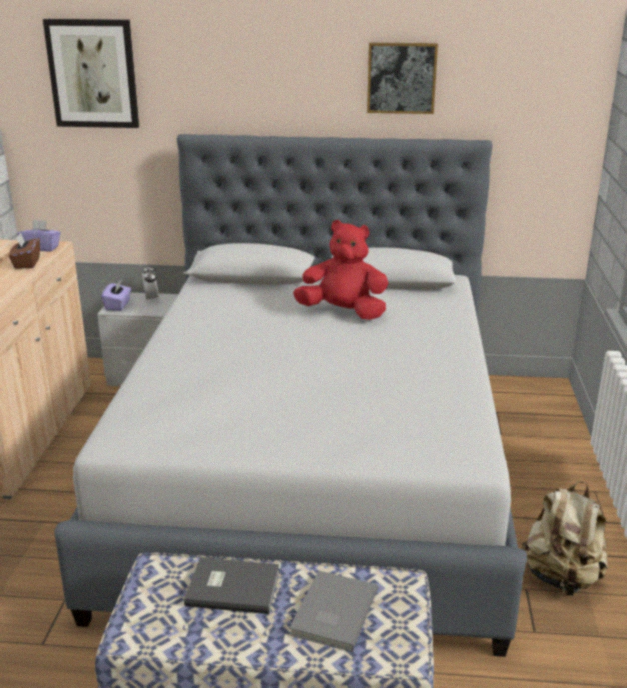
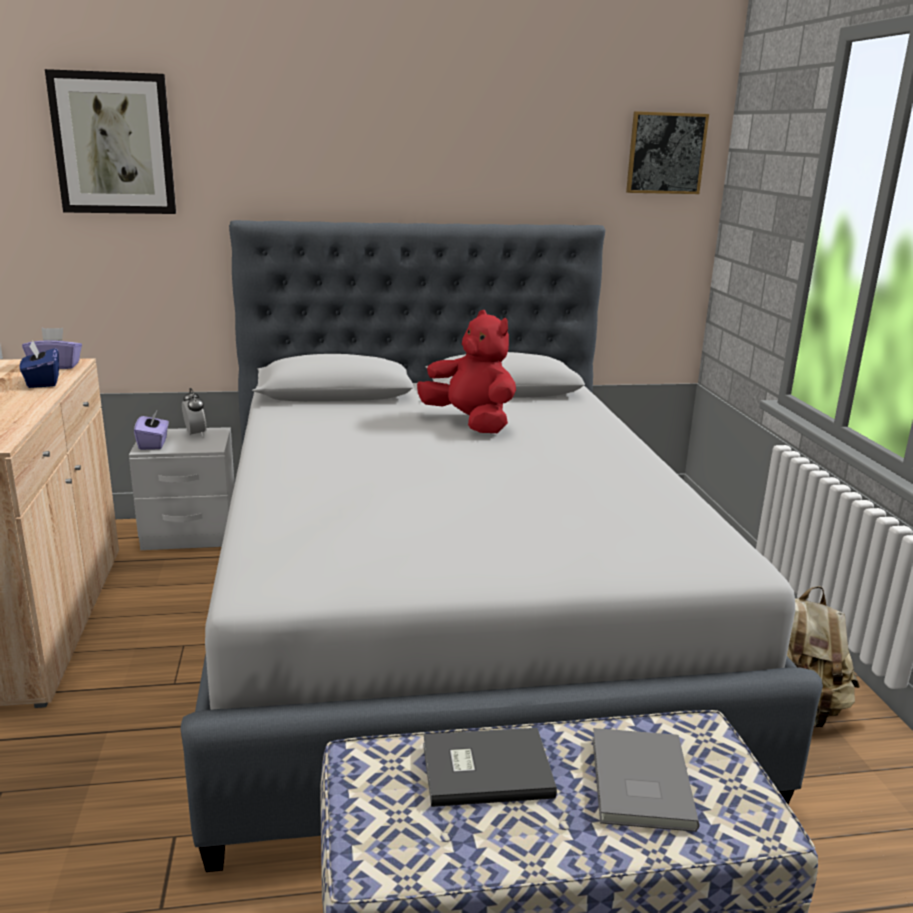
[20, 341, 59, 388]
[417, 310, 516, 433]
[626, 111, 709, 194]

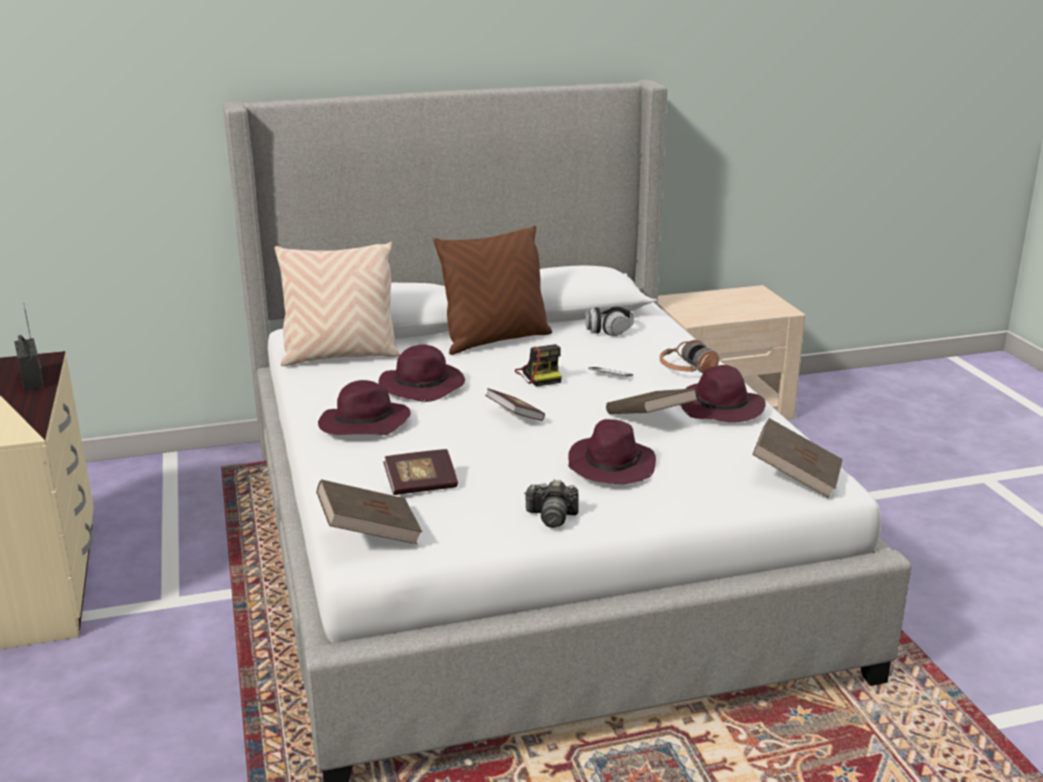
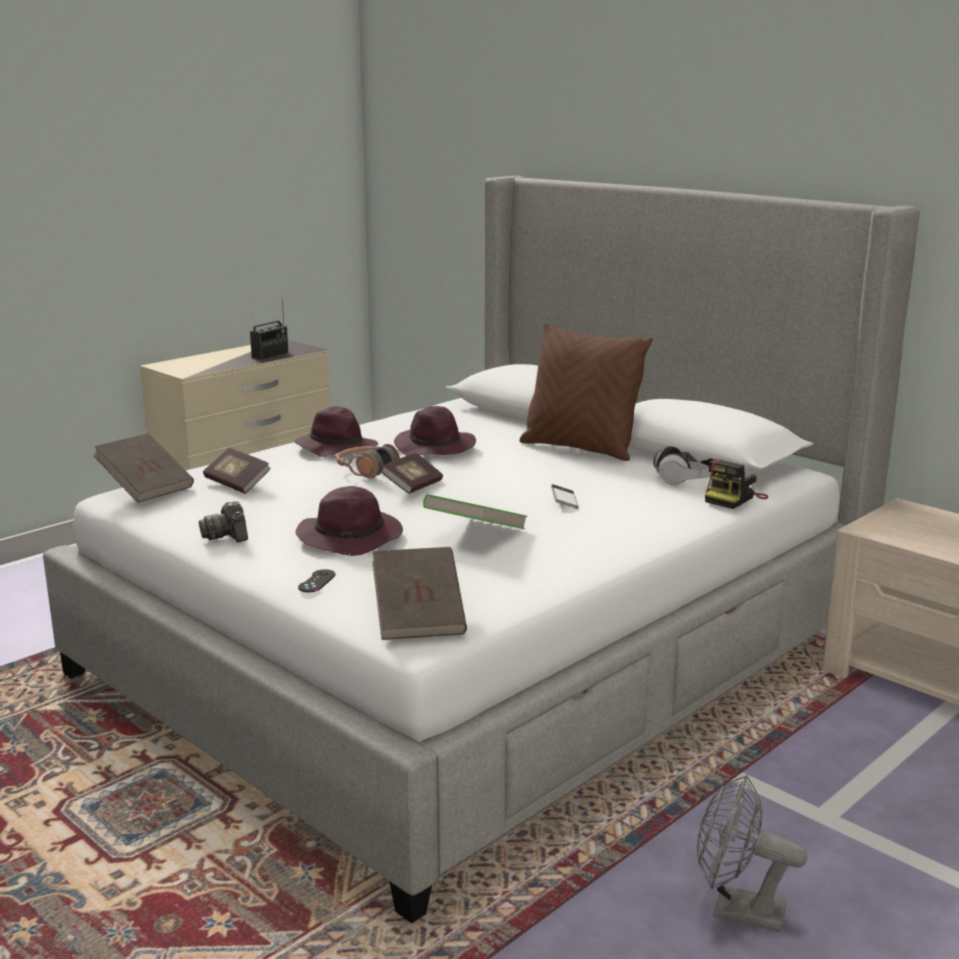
[275, 242, 400, 366] (first image)
[705, 459, 768, 509]
[423, 494, 528, 529]
[336, 444, 400, 478]
[681, 365, 766, 422] (first image)
[298, 569, 335, 592]
[697, 775, 807, 932]

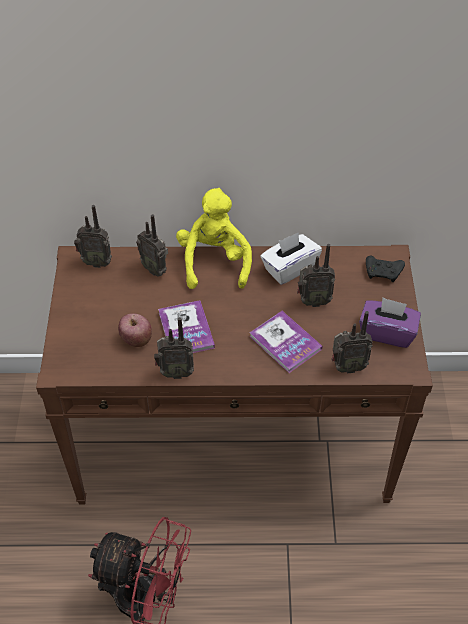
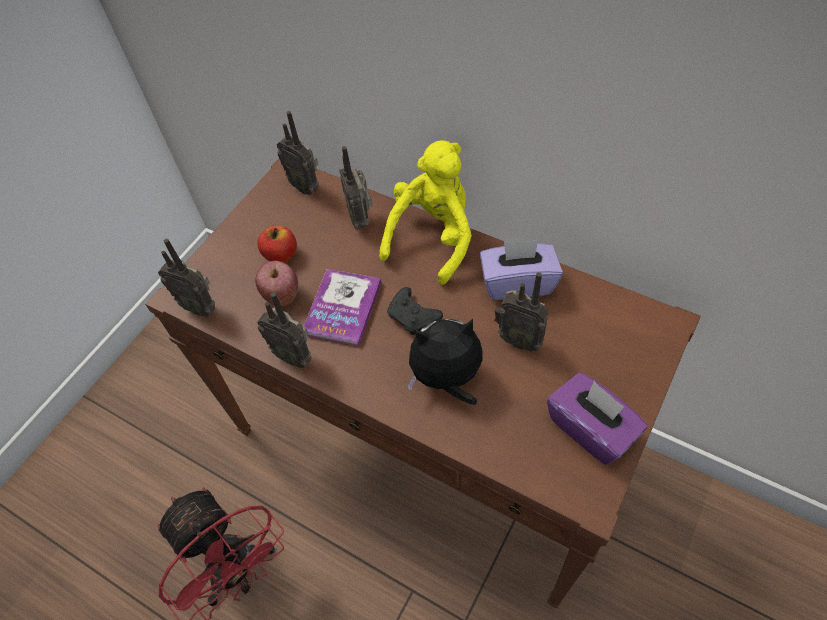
[407, 319, 482, 405]
[480, 240, 563, 300]
[158, 239, 215, 317]
[387, 287, 443, 335]
[258, 226, 297, 262]

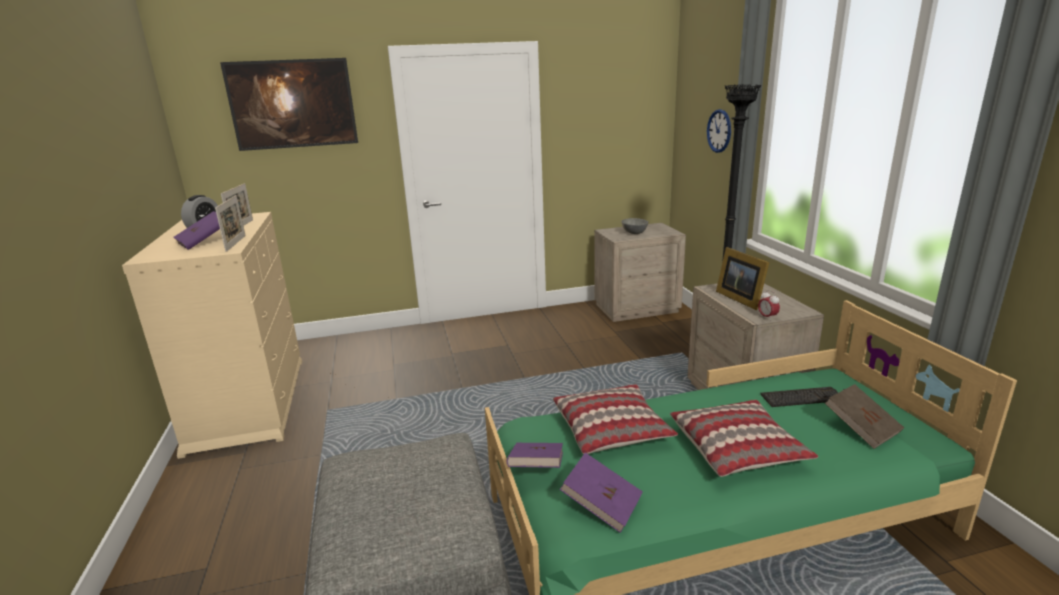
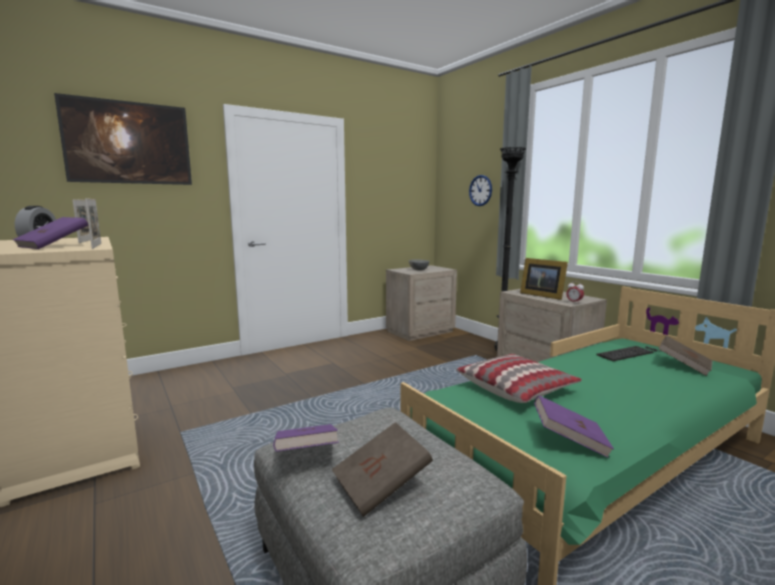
[273, 424, 339, 452]
[670, 400, 818, 477] (first image)
[332, 422, 433, 517]

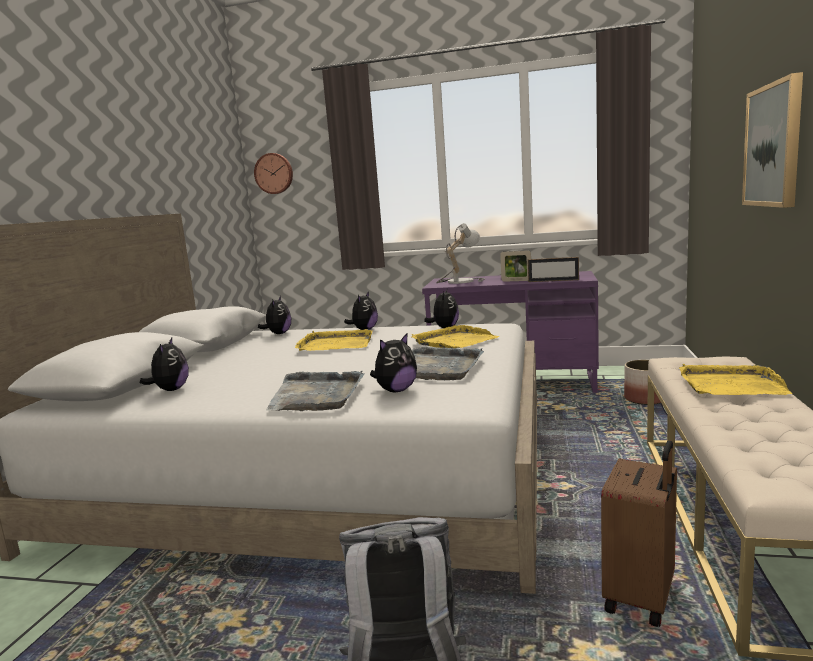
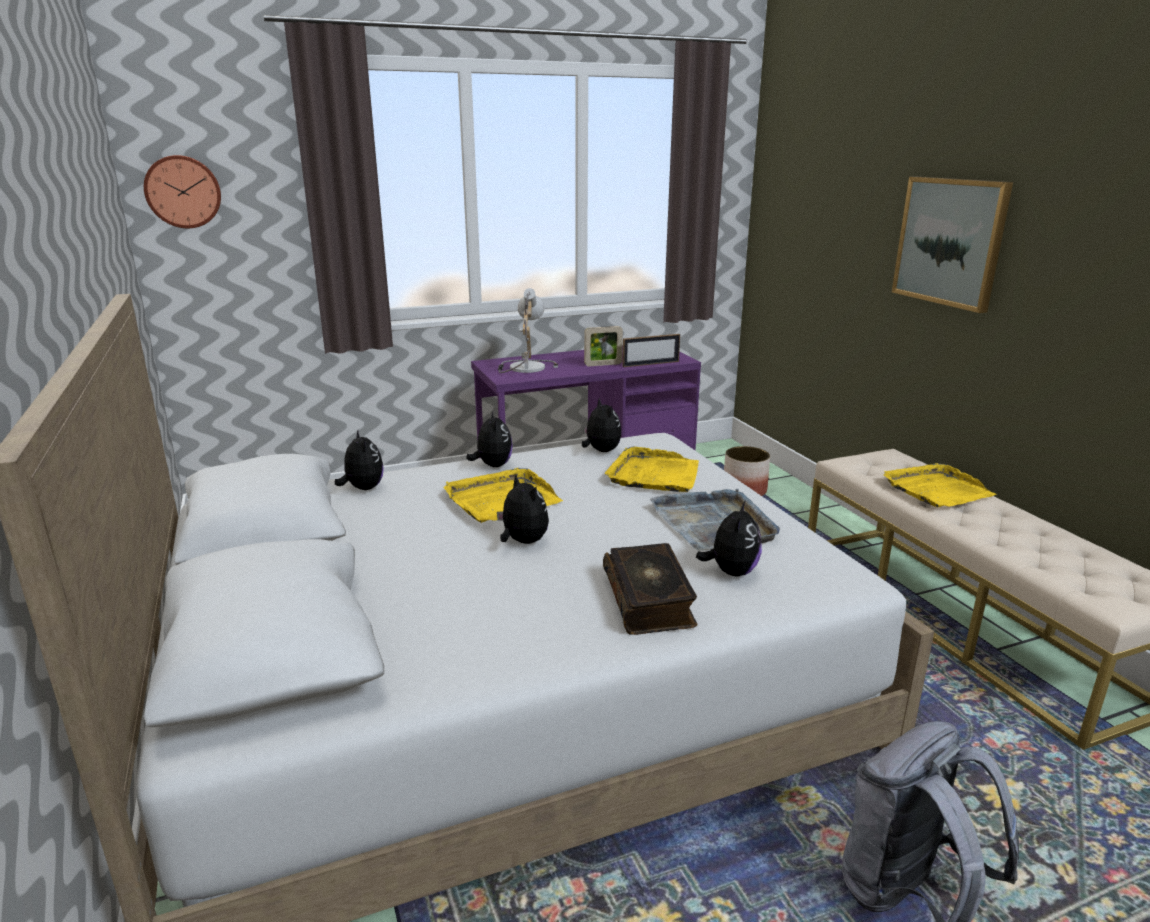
[497, 474, 549, 544]
[603, 543, 697, 635]
[601, 441, 677, 627] (first image)

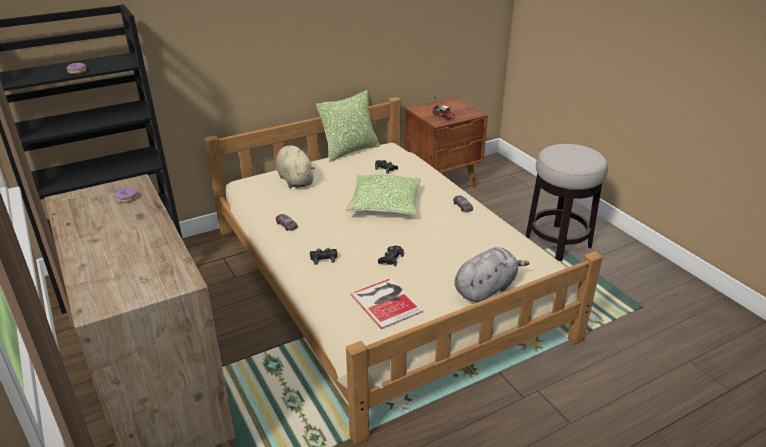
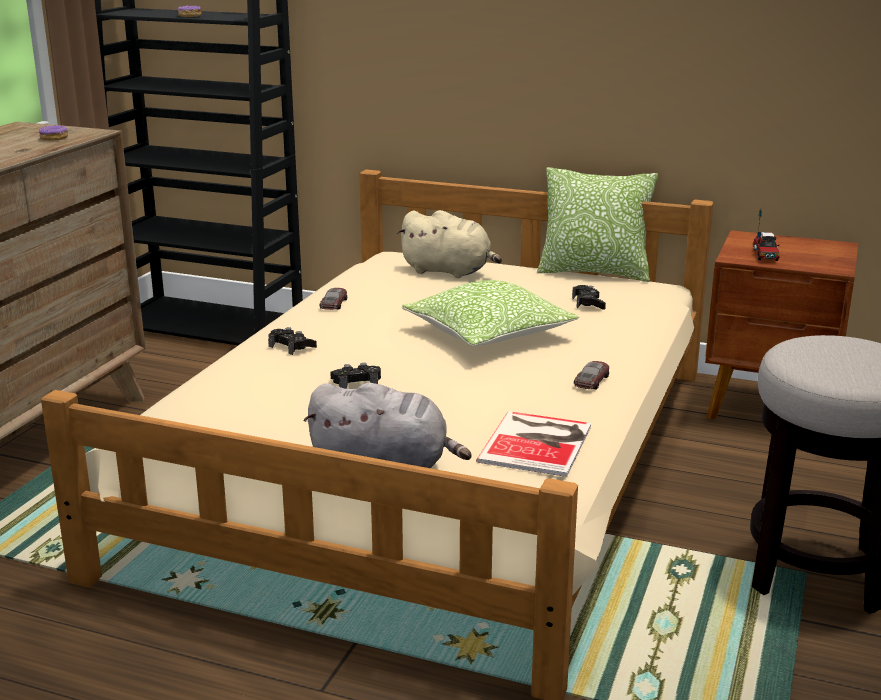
[397, 210, 502, 278]
[476, 411, 591, 477]

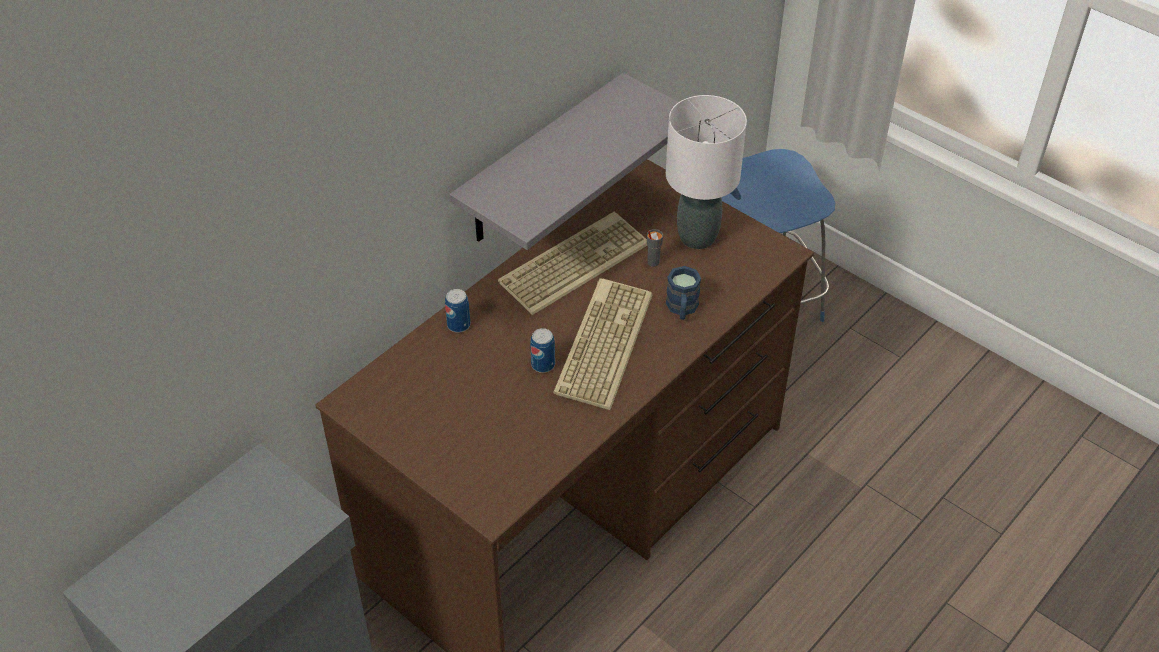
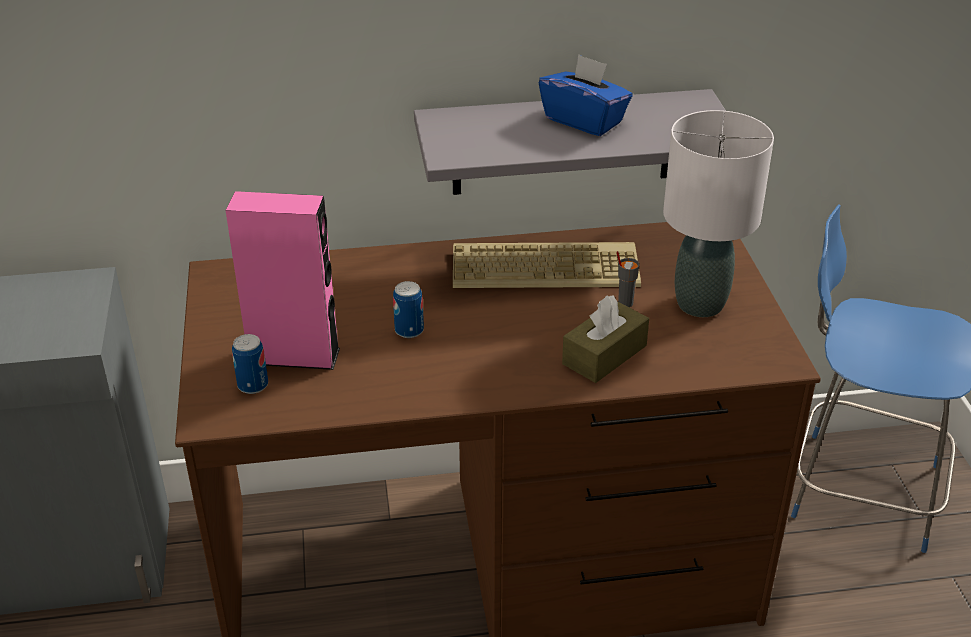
[232, 334, 268, 394]
[554, 278, 653, 410] (first image)
[562, 295, 649, 383]
[226, 191, 340, 370]
[539, 54, 632, 136]

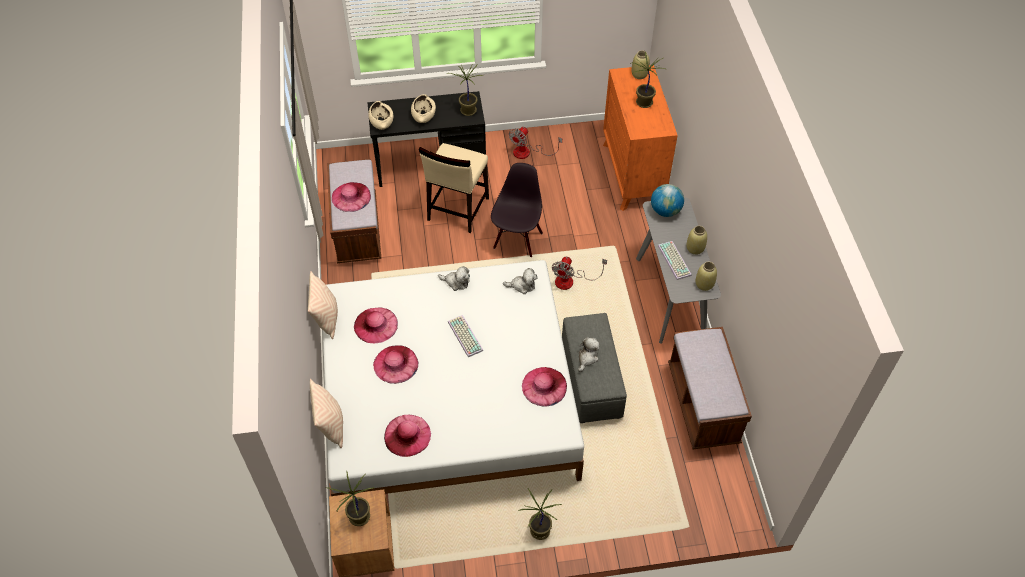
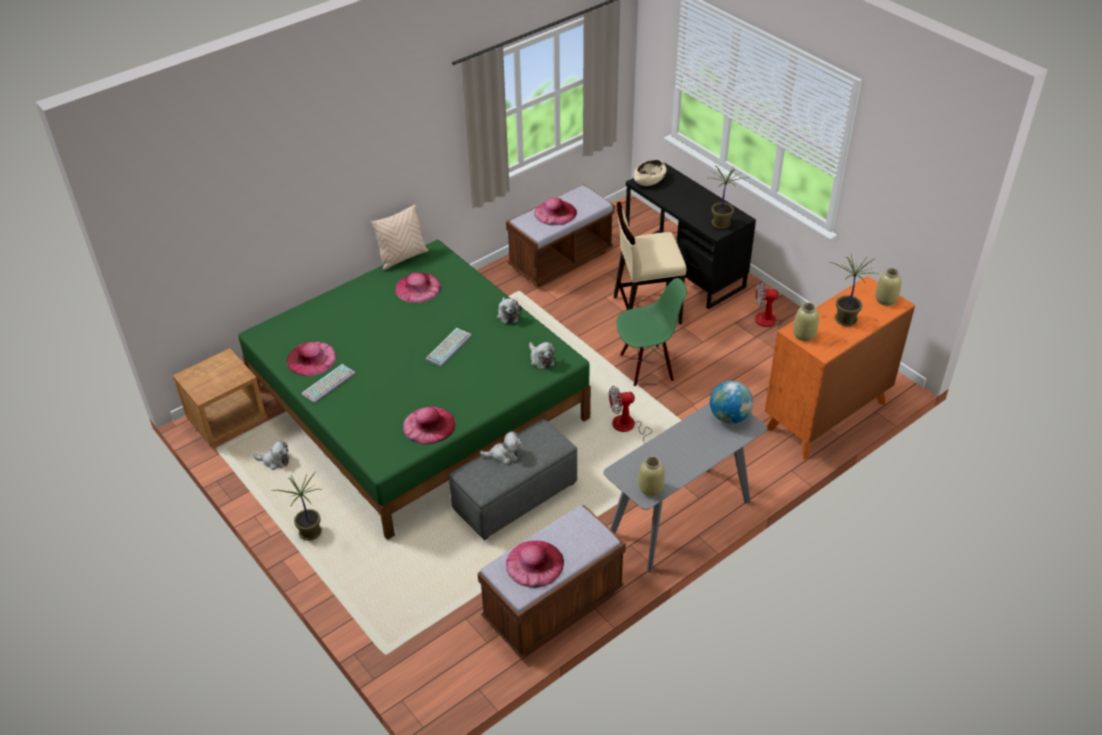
[310, 379, 343, 448] (first image)
[238, 240, 591, 540]
[326, 471, 375, 526] (first image)
[506, 541, 564, 588]
[411, 94, 436, 123] (first image)
[616, 278, 687, 386]
[301, 364, 355, 403]
[793, 302, 819, 341]
[253, 440, 290, 470]

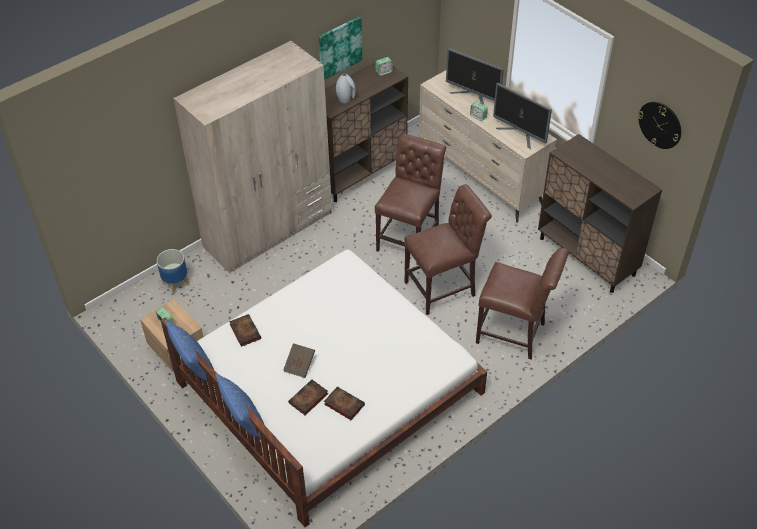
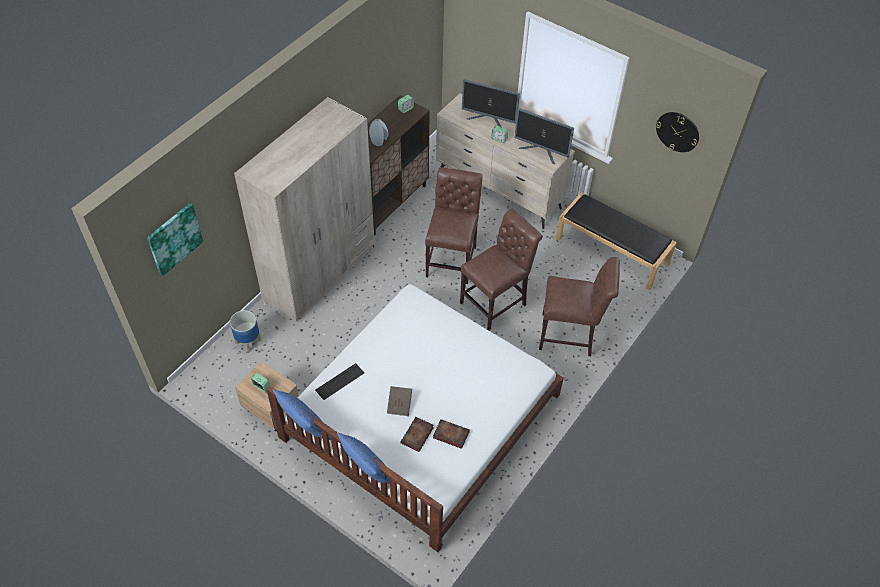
[315, 363, 364, 400]
[147, 203, 203, 276]
[556, 193, 677, 290]

